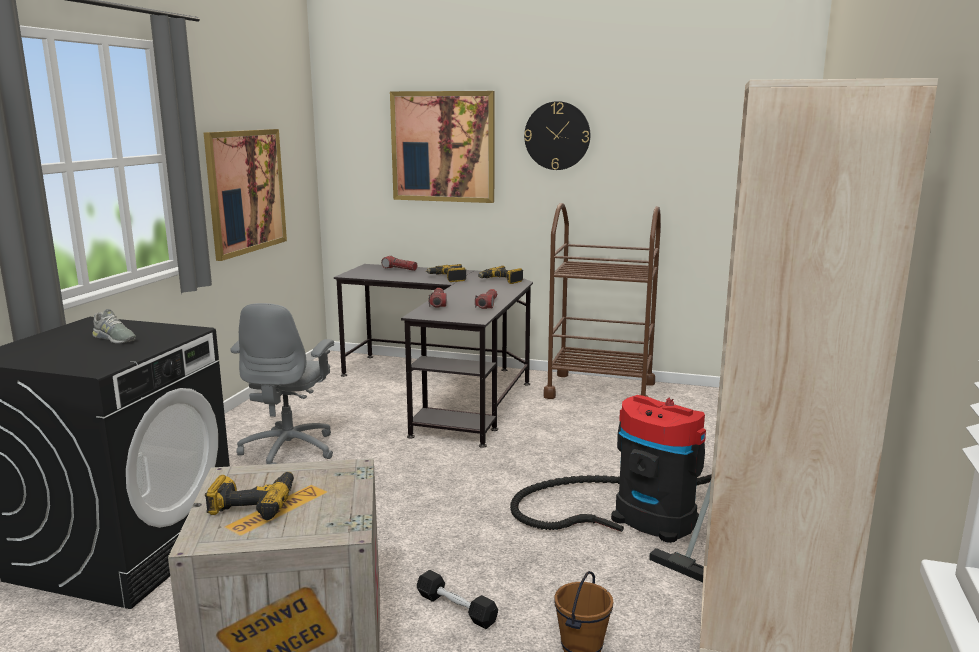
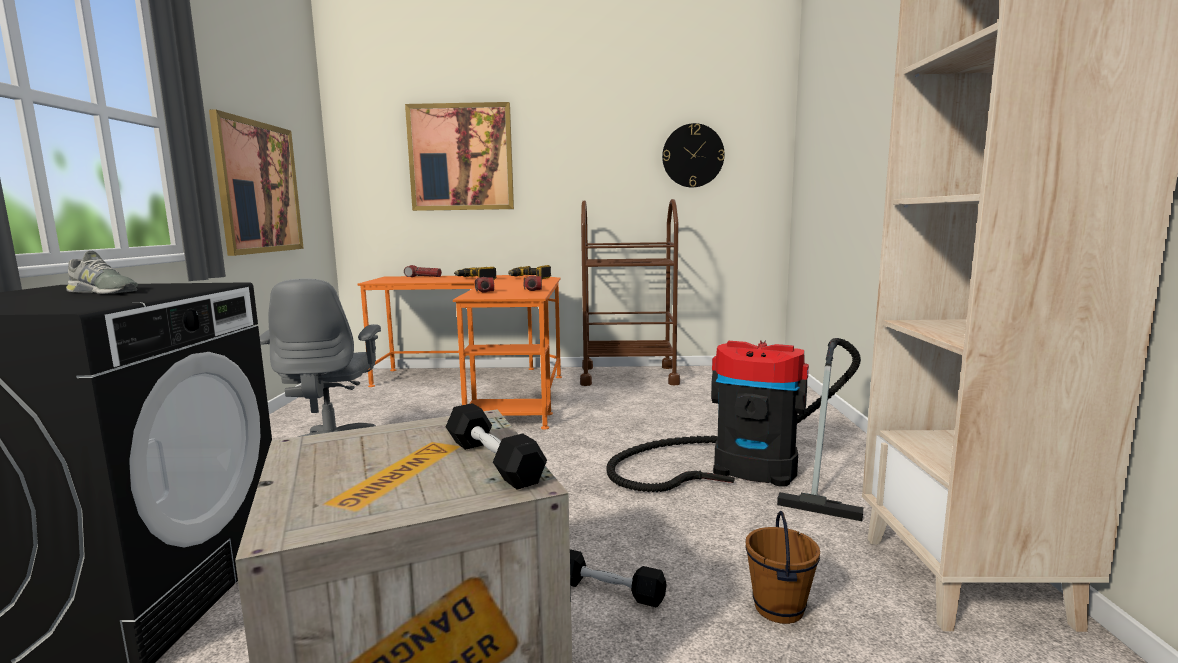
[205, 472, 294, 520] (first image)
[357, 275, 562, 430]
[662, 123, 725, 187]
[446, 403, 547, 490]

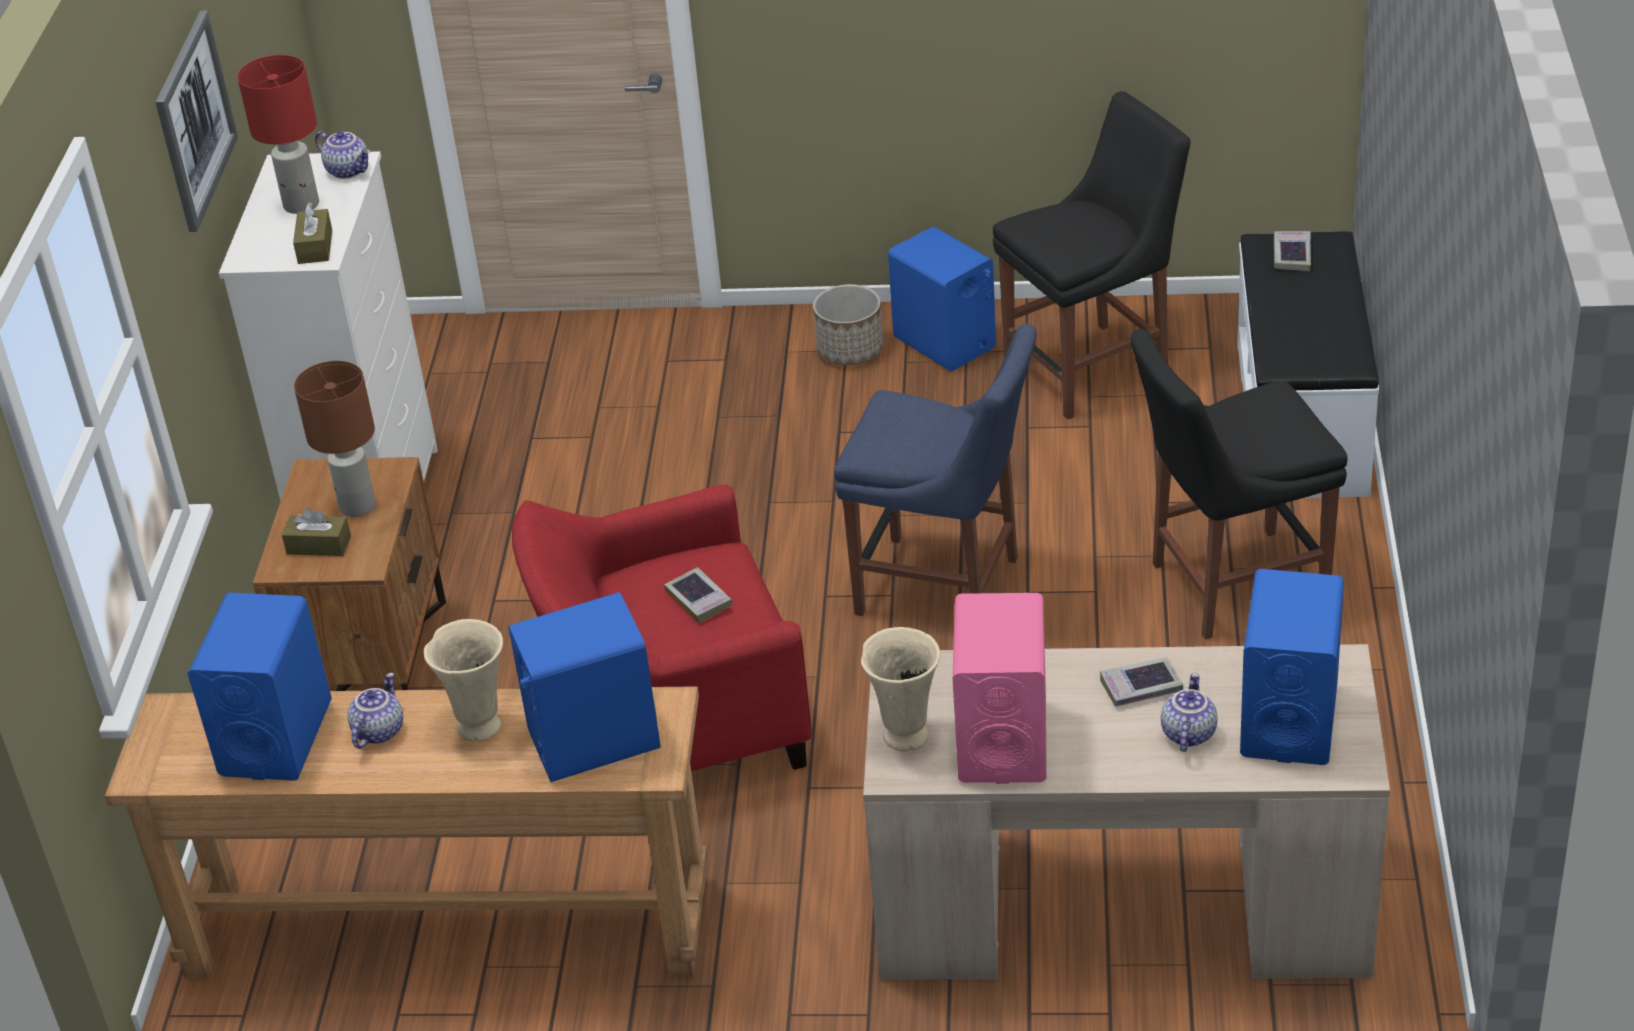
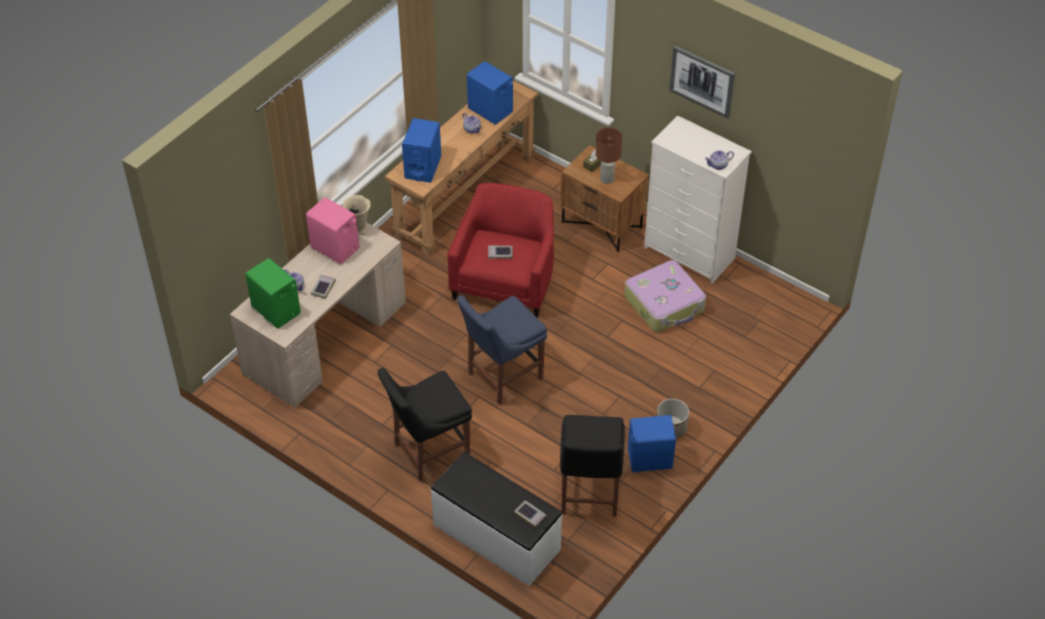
[237, 55, 319, 214] (first image)
[293, 202, 332, 264] (first image)
[424, 619, 503, 742] (first image)
[377, 368, 472, 481]
[245, 258, 301, 329]
[624, 260, 706, 332]

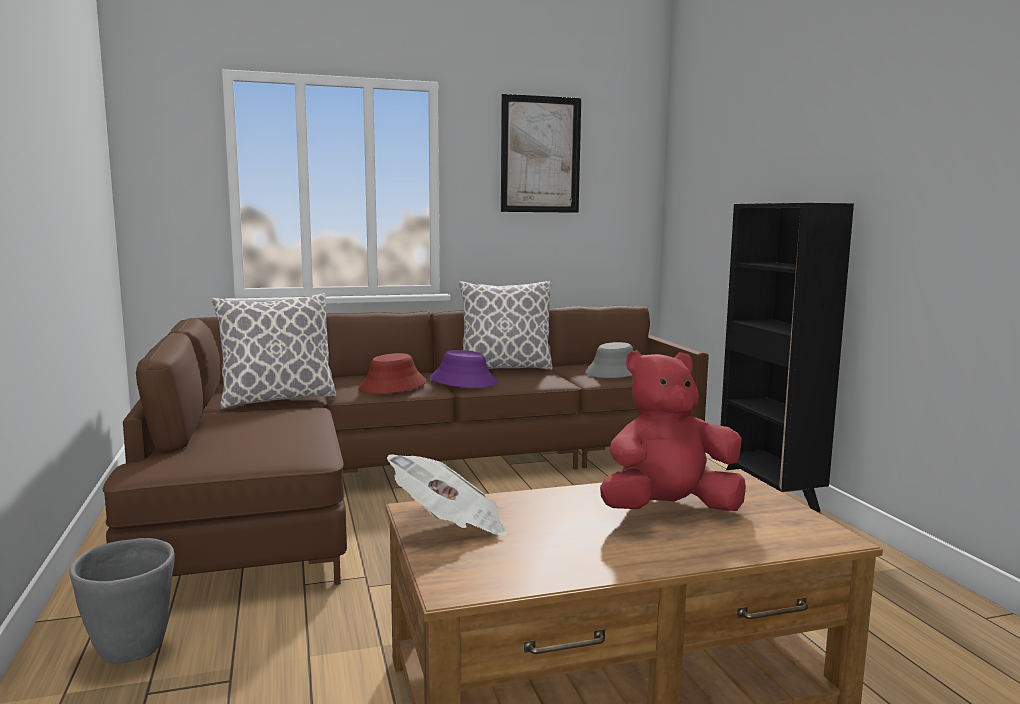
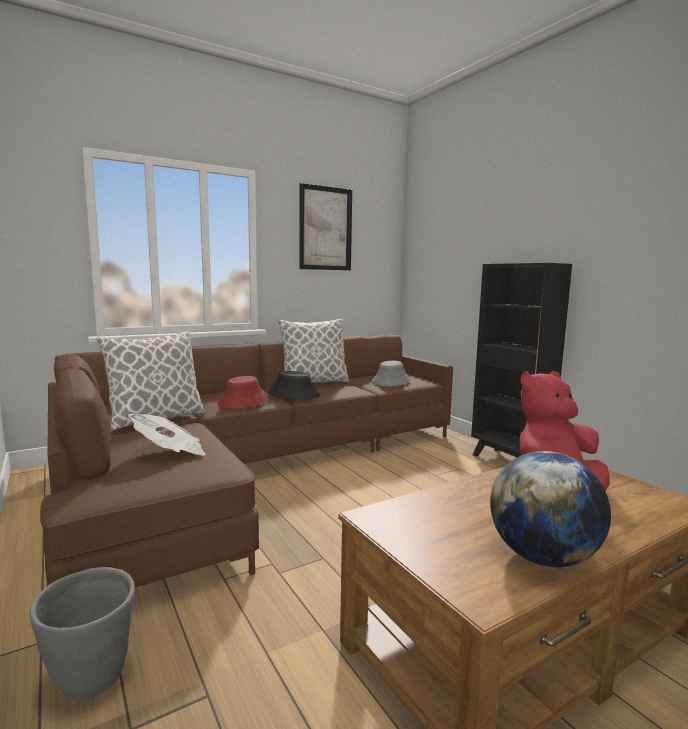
[128, 414, 205, 456]
[267, 371, 320, 399]
[490, 451, 611, 567]

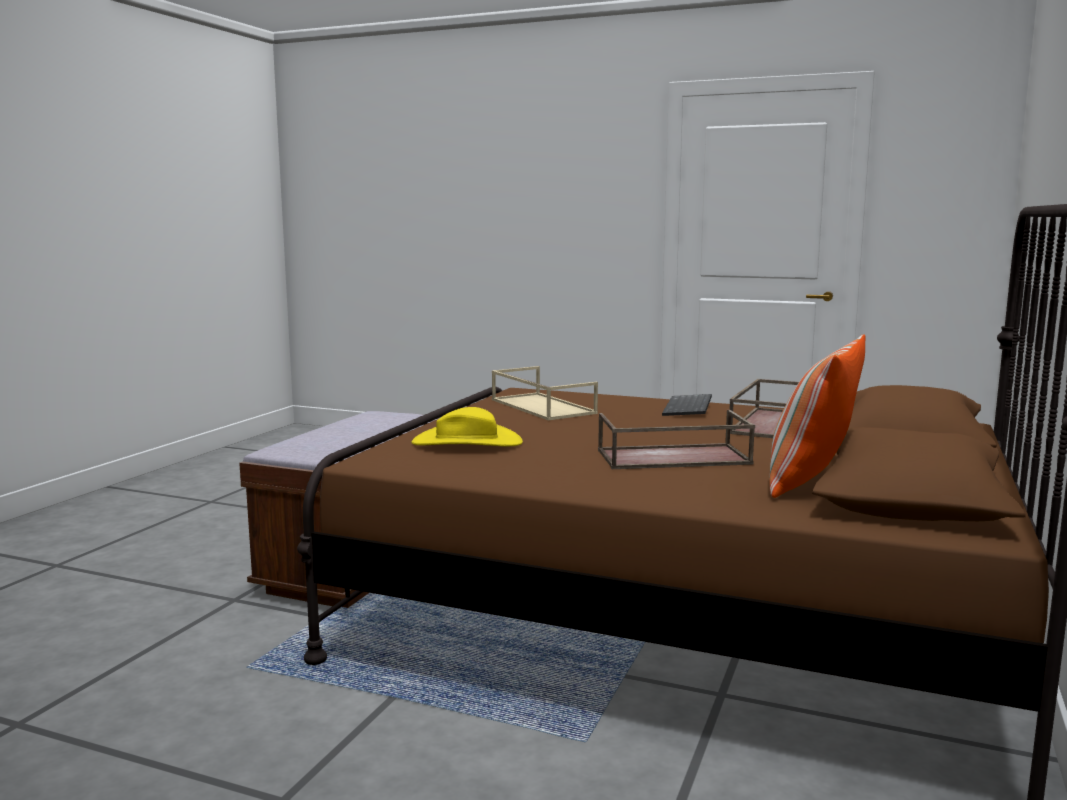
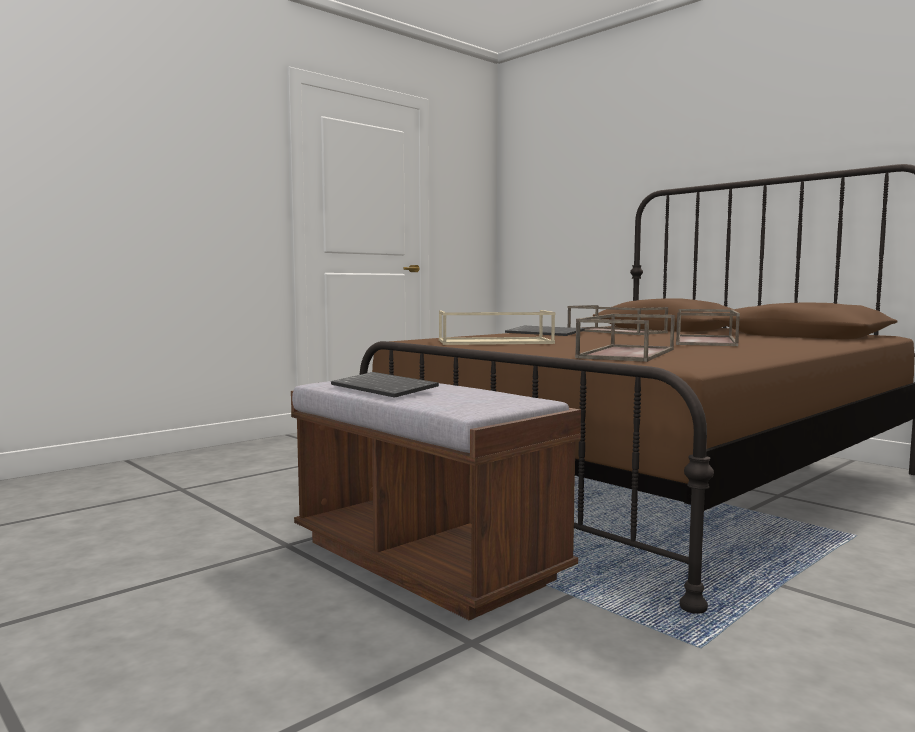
[575, 314, 675, 362]
[769, 334, 866, 498] (first image)
[331, 372, 439, 398]

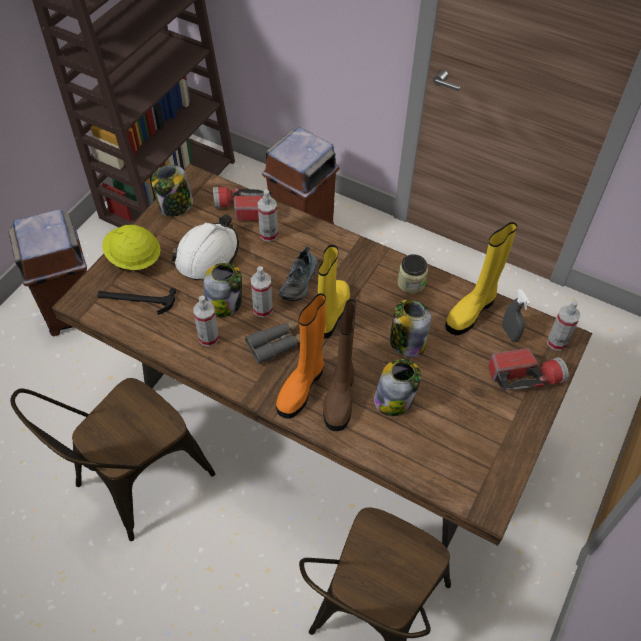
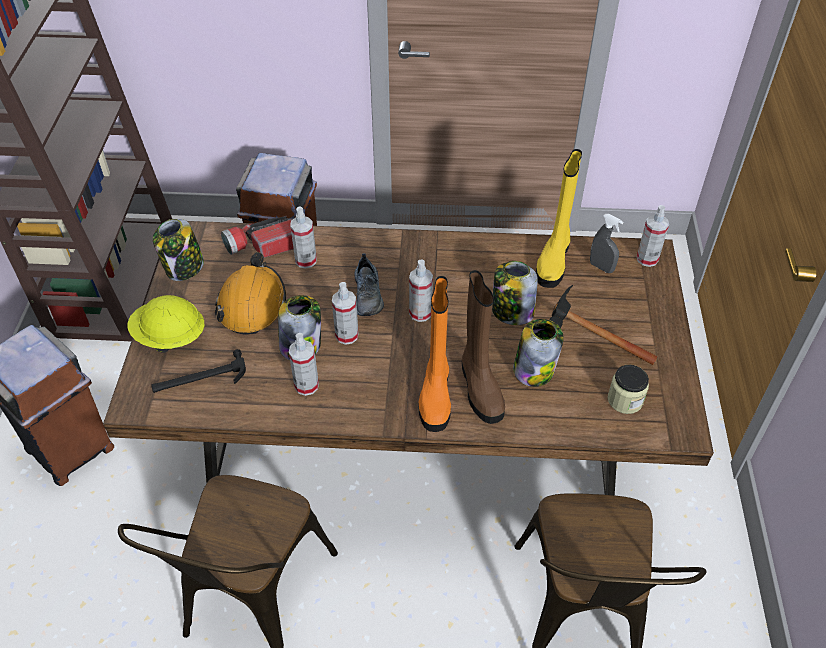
[214, 252, 286, 334]
[245, 320, 300, 364] (first image)
[409, 260, 433, 322]
[608, 365, 649, 414]
[488, 348, 569, 391] (first image)
[549, 285, 657, 365]

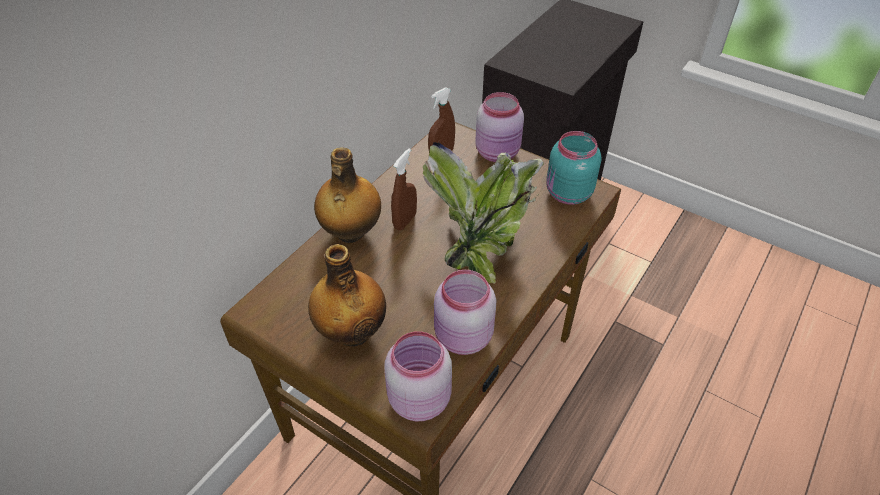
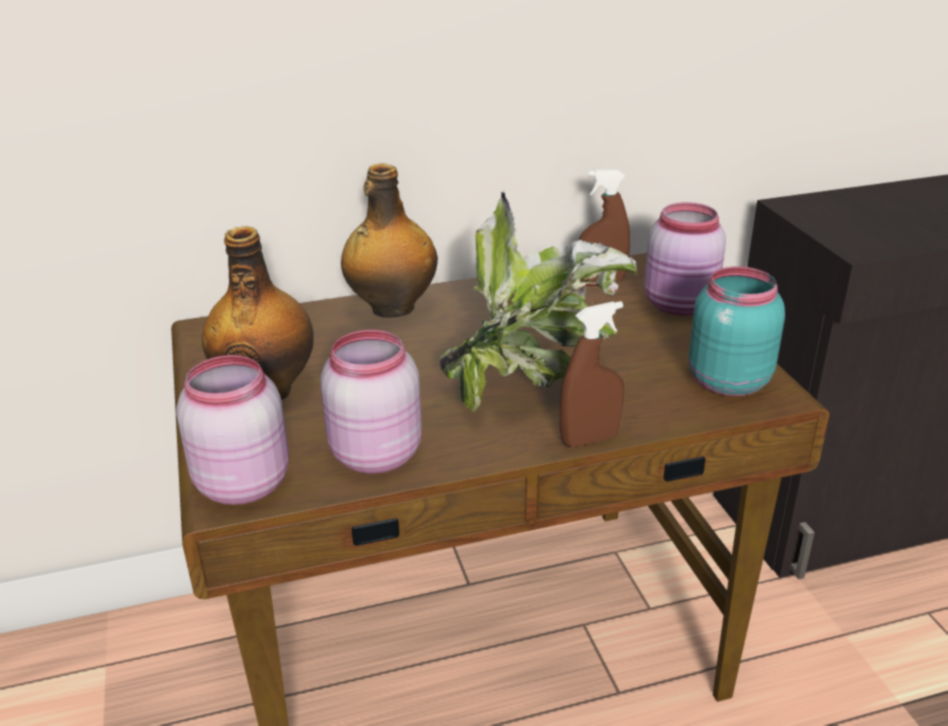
[560, 301, 624, 447]

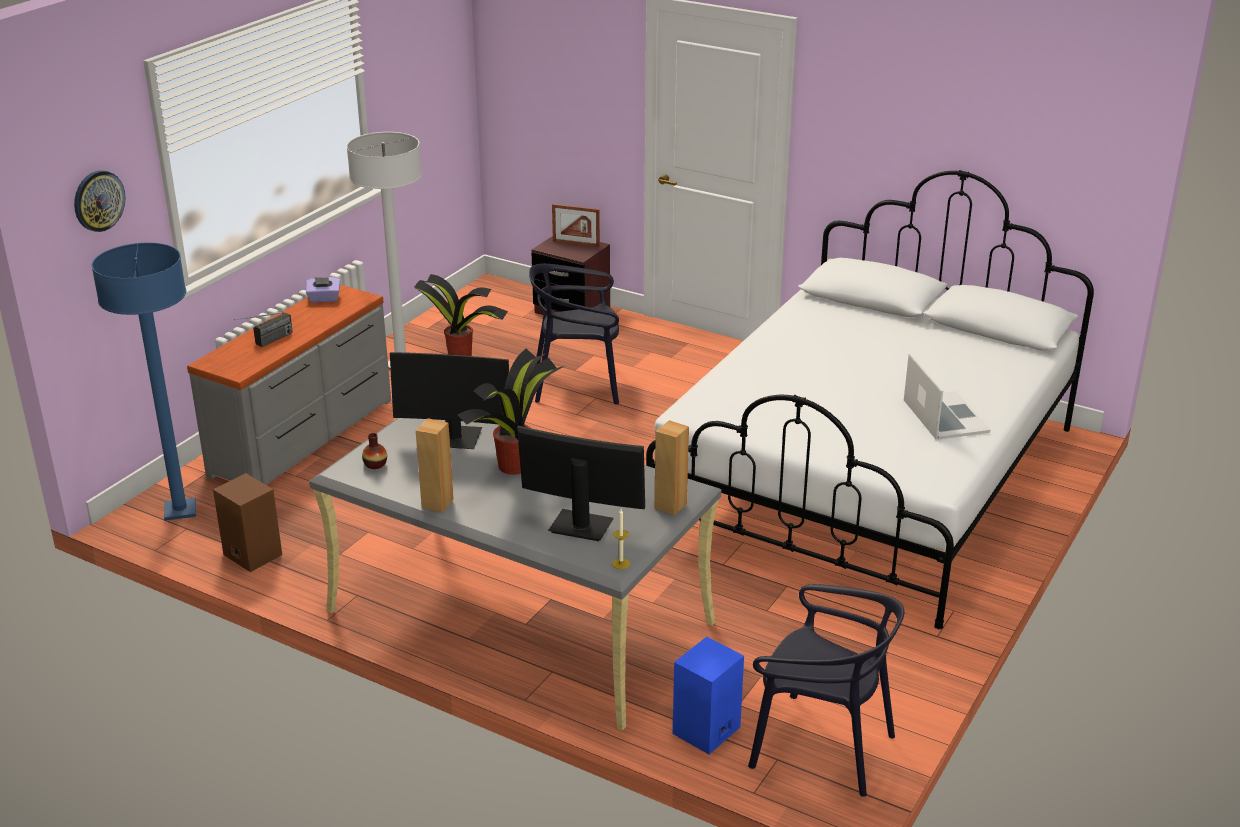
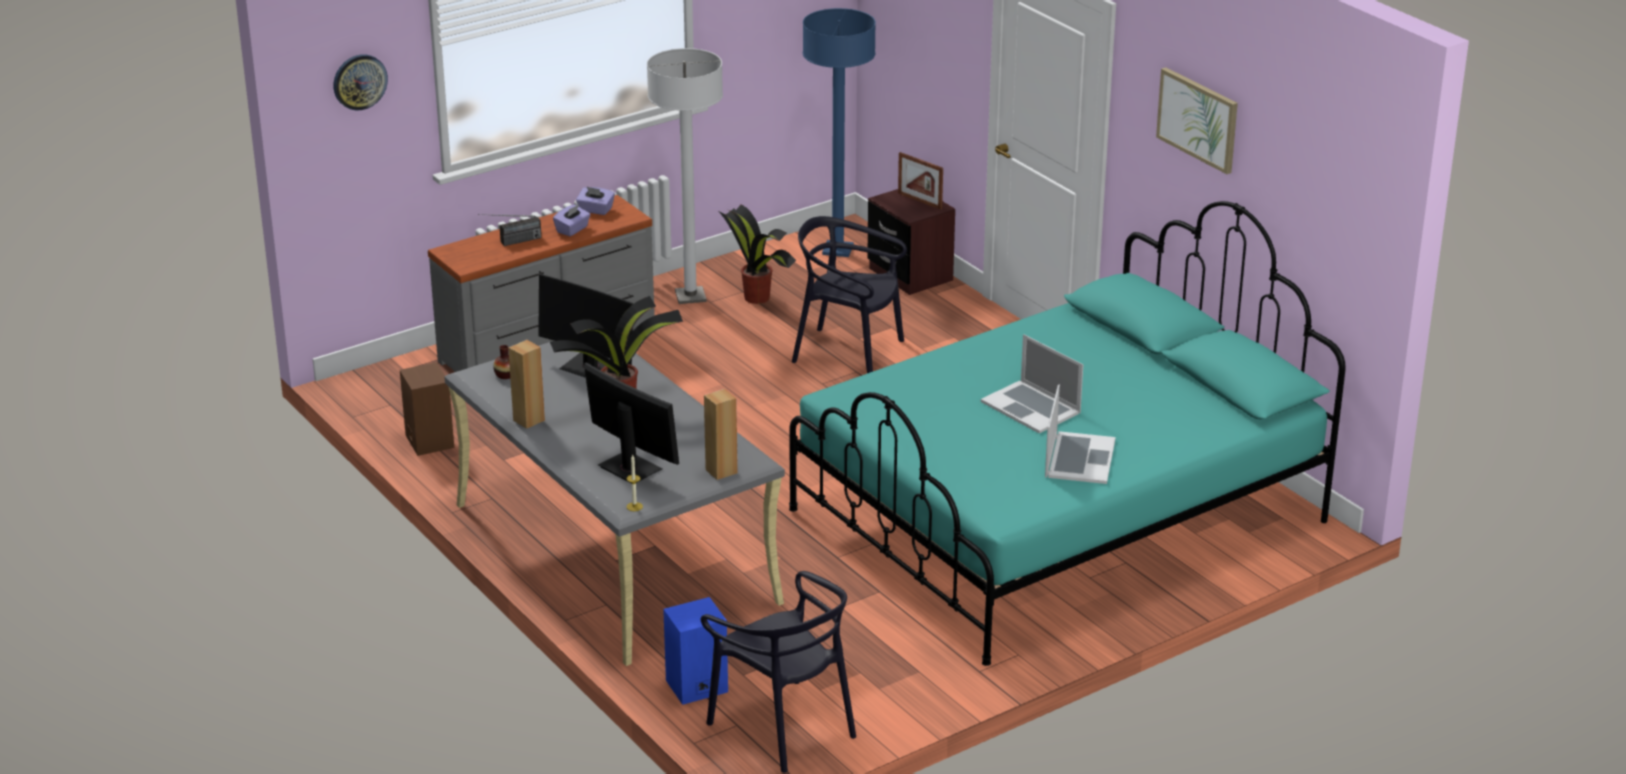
[803, 8, 876, 257]
[789, 201, 1346, 666]
[553, 204, 590, 236]
[981, 334, 1083, 434]
[1156, 67, 1238, 174]

